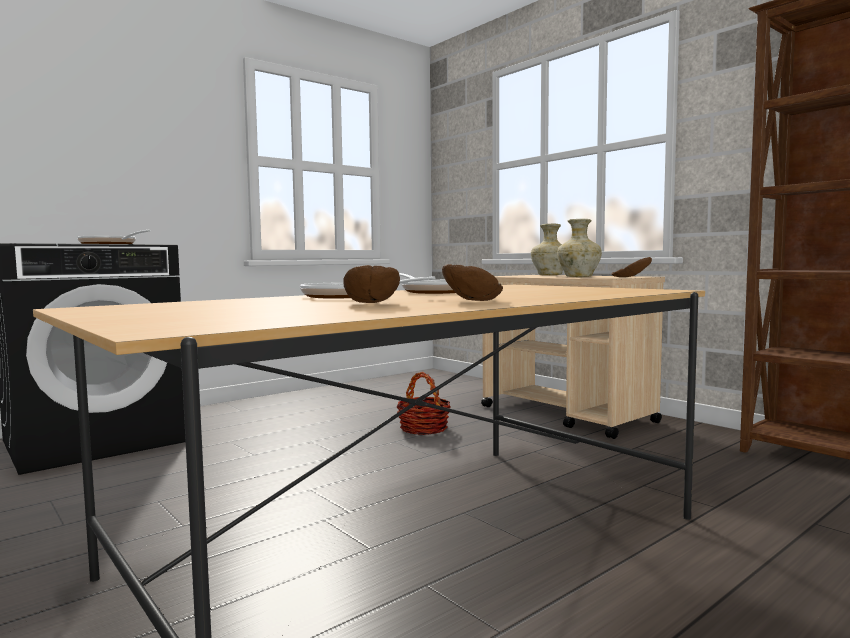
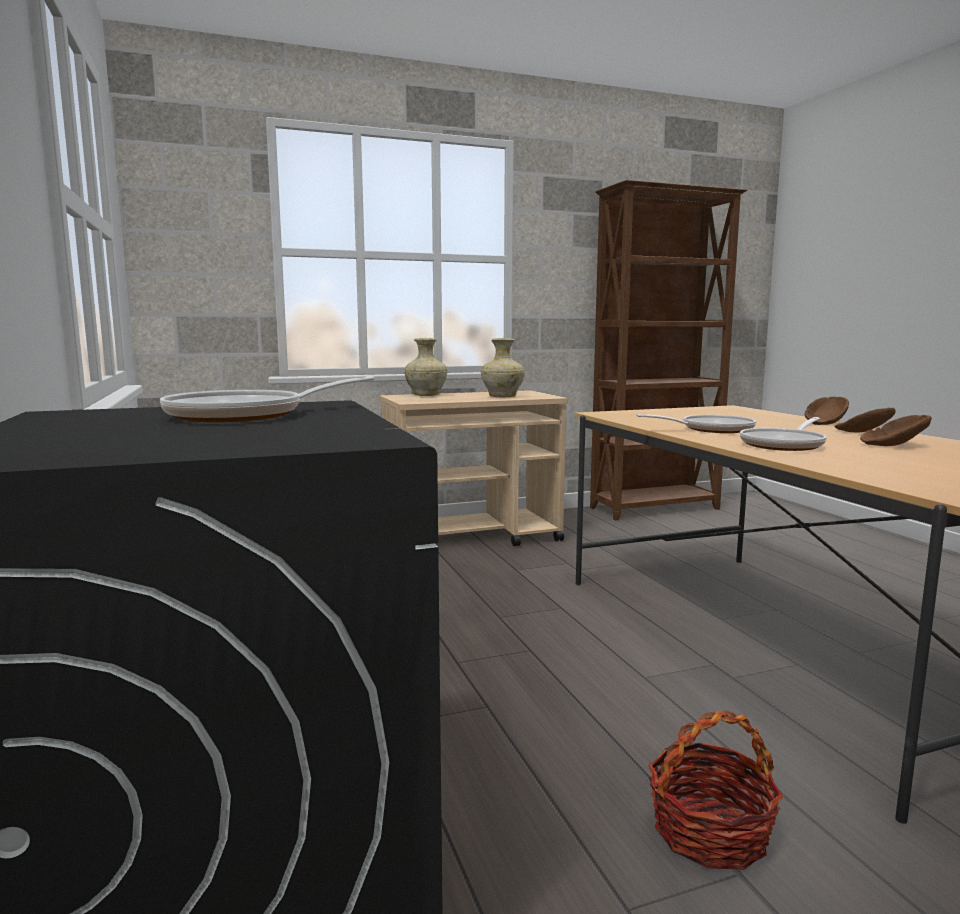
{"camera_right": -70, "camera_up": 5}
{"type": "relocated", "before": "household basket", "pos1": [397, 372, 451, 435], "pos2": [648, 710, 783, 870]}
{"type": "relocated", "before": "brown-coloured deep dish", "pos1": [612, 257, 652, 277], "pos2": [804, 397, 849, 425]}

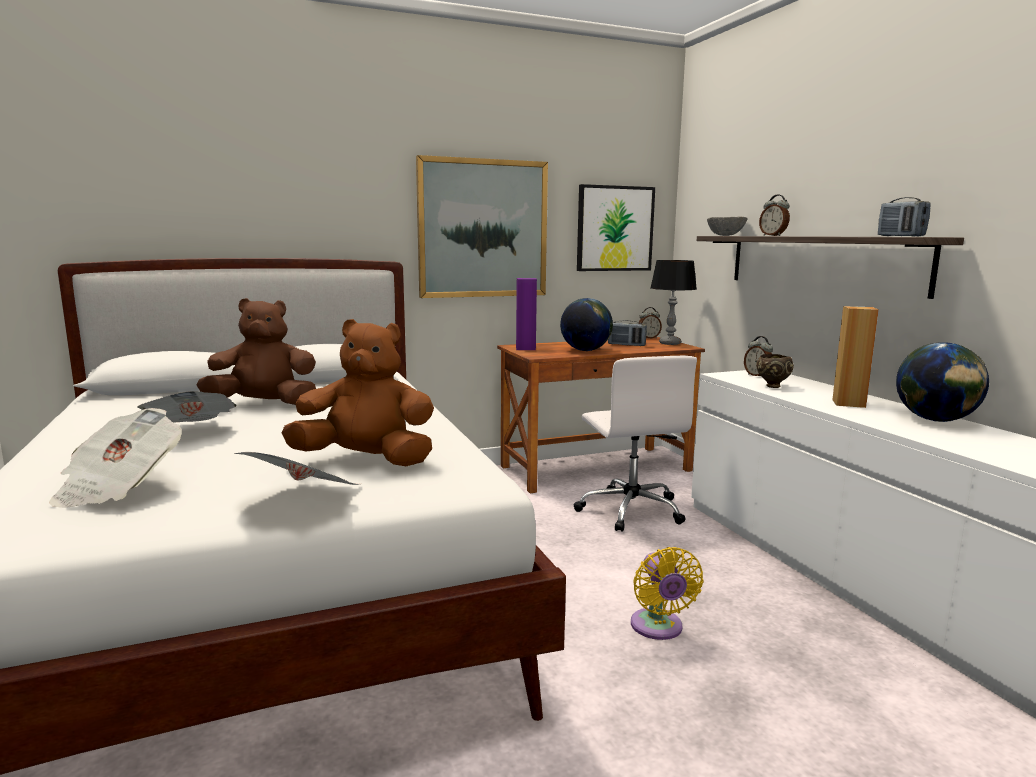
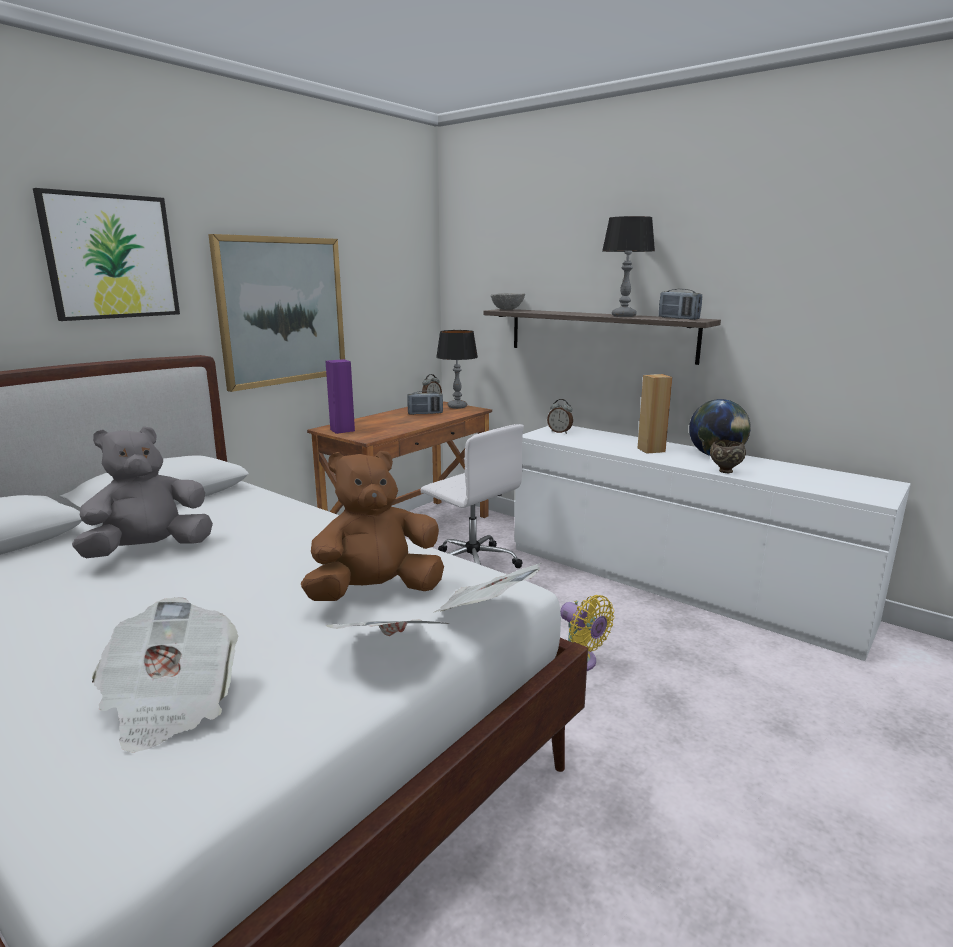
{"camera_right": -30, "camera_up": 5}
{"type": "relocated", "before": "picture", "pos1": [577, 184, 655, 271], "pos2": [33, 188, 180, 321]}
{"type": "colour", "before": "brown-coloured plush toy", "after": "grey plush toy", "pos1": [197, 298, 316, 405], "pos2": [72, 427, 213, 558]}
{"type": "relocated", "before": "newspaper", "pos1": [137, 391, 237, 423], "pos2": [433, 563, 542, 613]}
{"type": "appeared", "after": "lamp for a table", "pos2": [602, 216, 655, 317]}
{"type": "relocated", "before": "brown-coloured deep dish", "pos1": [756, 354, 794, 388], "pos2": [710, 439, 746, 473]}
{"type": "missing", "before": "world globe", "pos1": [560, 298, 613, 351]}
{"type": "missing", "before": "bedside clock", "pos1": [759, 194, 790, 236]}

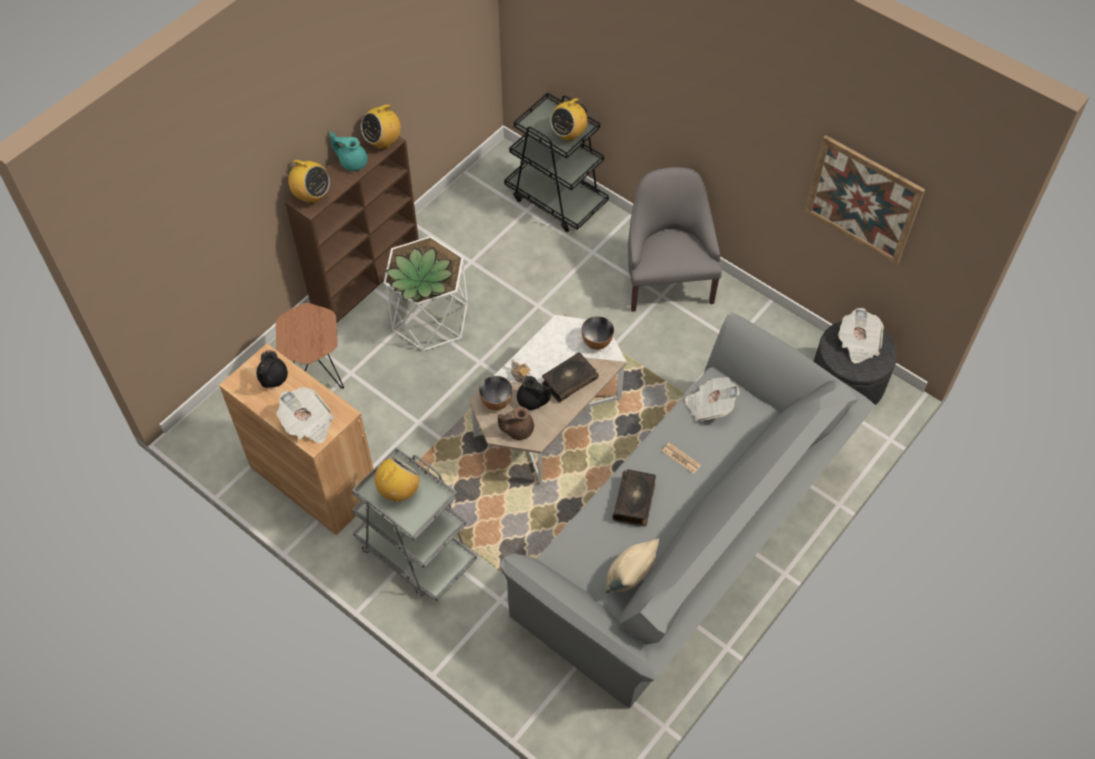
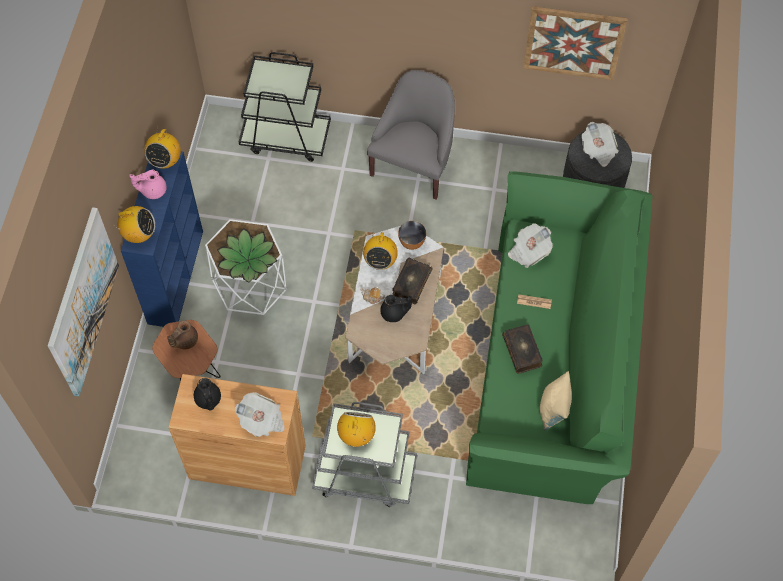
{"camera_right": -30, "camera_up": 5}
{"type": "appeared", "after": "picture", "pos2": [48, 207, 119, 397]}
{"type": "colour", "before": "brown-coloured bookshelf", "after": "bluish bookshelf", "pos1": [285, 136, 419, 322], "pos2": [121, 151, 203, 327]}
{"type": "colour", "before": "turquoise tea pot", "after": "pink-coloured tea pot", "pos1": [329, 132, 368, 171], "pos2": [129, 170, 167, 199]}
{"type": "relocated", "before": "brown-coloured tea pot", "pos1": [498, 406, 534, 440], "pos2": [167, 321, 198, 349]}
{"type": "relocated", "before": "radio receiver", "pos1": [550, 97, 588, 141], "pos2": [363, 229, 398, 270]}
{"type": "spun", "before": "grey armchair", "pos1": [628, 167, 722, 312], "pos2": [367, 70, 455, 200], "turn": 60}
{"type": "colour", "before": "grey couch", "after": "greenish couch", "pos1": [499, 312, 876, 708], "pos2": [466, 171, 652, 504]}
{"type": "missing", "before": "deep dish", "pos1": [479, 376, 513, 410]}

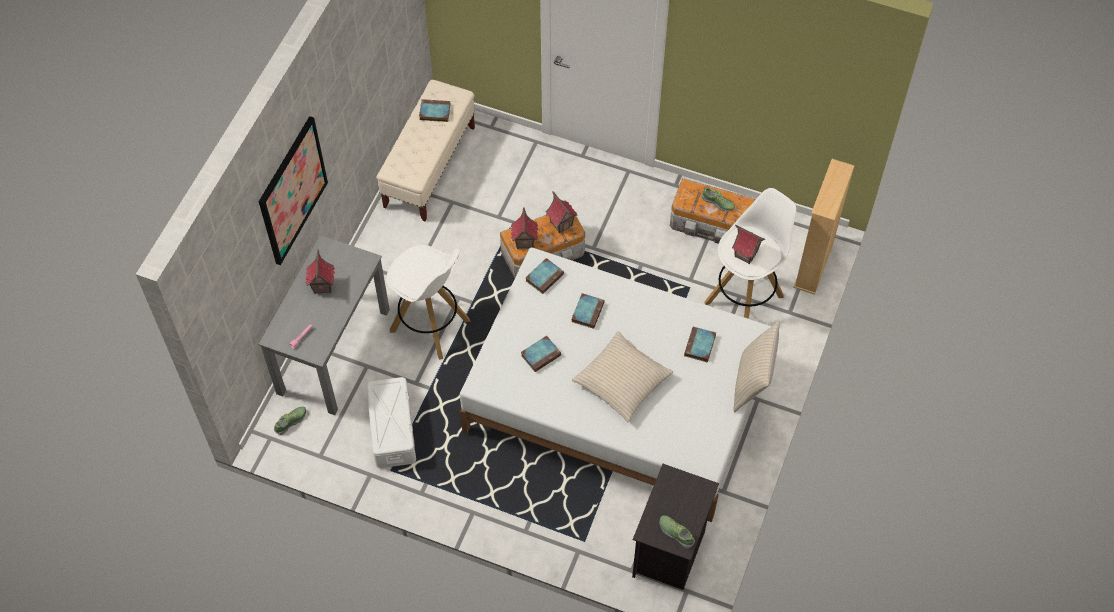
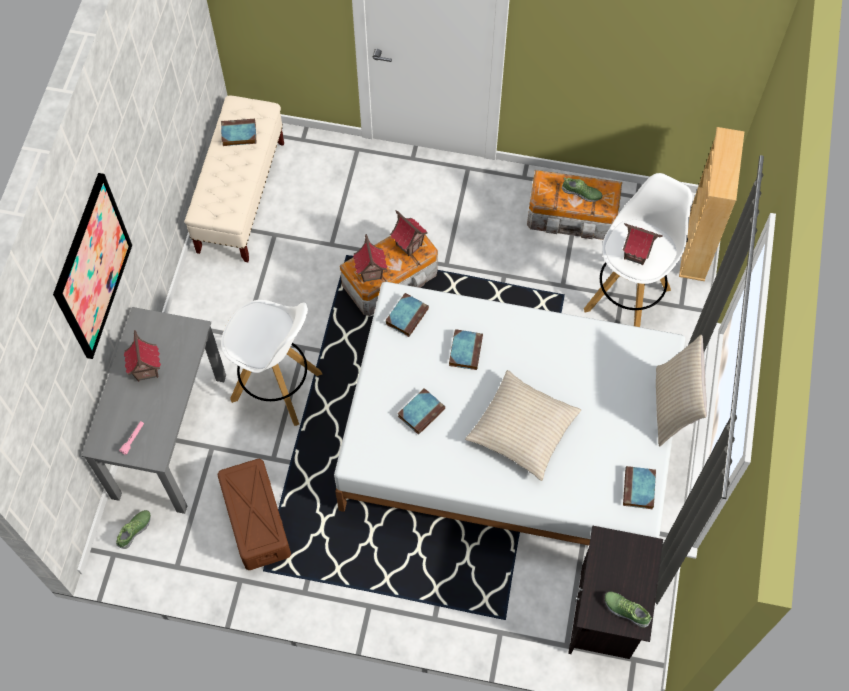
{"camera_right": -10, "camera_up": 5}
{"type": "colour", "before": "white-coloured storage bin", "after": "brown-coloured storage bin", "pos1": [366, 377, 416, 468], "pos2": [218, 459, 291, 570]}
{"type": "relocated", "before": "volume", "pos1": [684, 327, 716, 362], "pos2": [623, 466, 656, 509]}

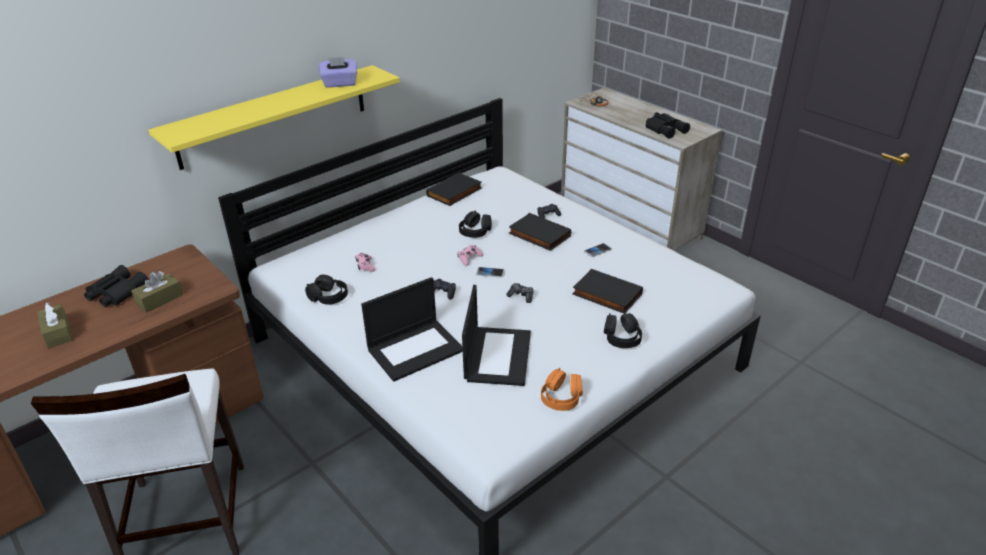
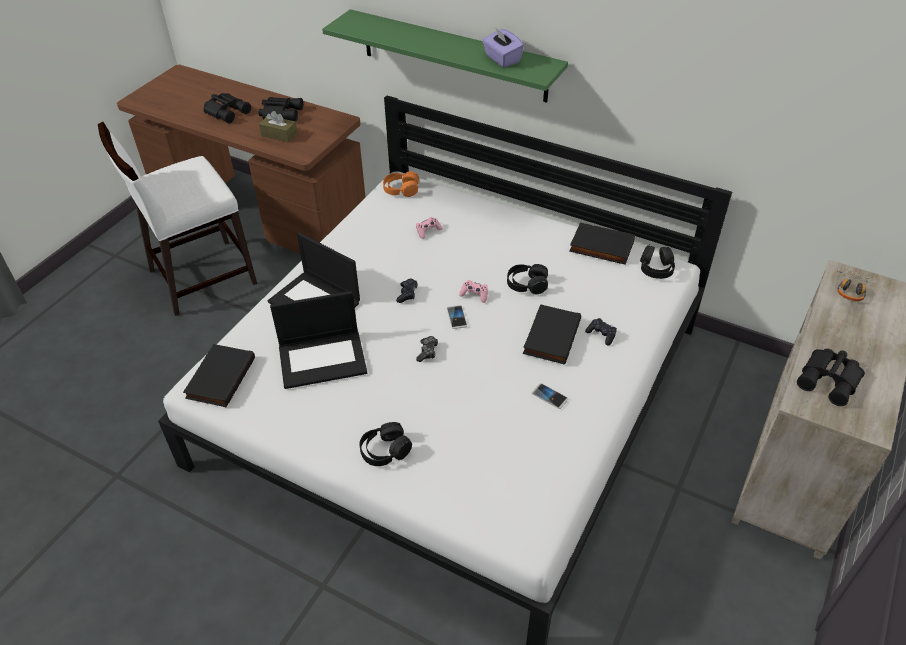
{"camera_right": 70, "camera_up": 10}
{"type": "relocated", "before": "black volume", "pos1": [573, 269, 643, 314], "pos2": [183, 344, 255, 407]}
{"type": "exchanged", "before": "brown-coloured tissue box", "after": "black binoculars", "pos1": [37, 303, 73, 348], "pos2": [203, 93, 251, 123]}
{"type": "colour", "before": "yellow shelf", "after": "greenish shelf", "pos1": [149, 65, 400, 170], "pos2": [322, 9, 568, 103]}
{"type": "relocated", "before": "orange-coloured headphones", "pos1": [541, 368, 583, 411], "pos2": [383, 171, 419, 197]}
{"type": "relocated", "before": "black headphones", "pos1": [305, 275, 348, 305], "pos2": [640, 244, 675, 279]}

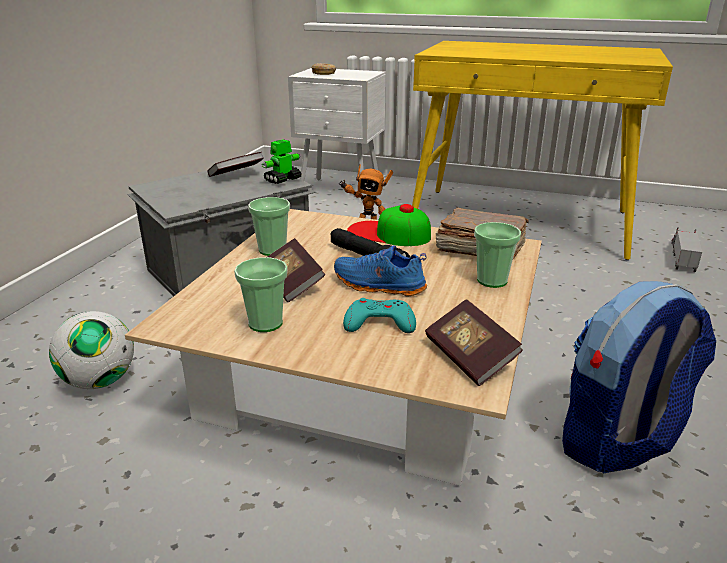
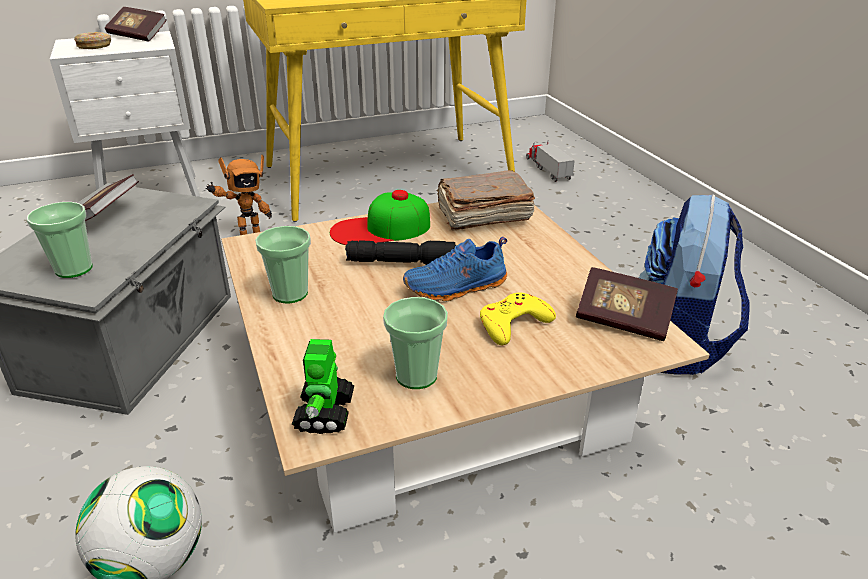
{"camera_right": -40, "camera_up": 5}
{"type": "relocated", "before": "drinking cup", "pos1": [474, 222, 521, 288], "pos2": [27, 202, 93, 278]}
{"type": "relocated", "before": "volume", "pos1": [267, 238, 325, 302], "pos2": [105, 7, 167, 42]}
{"type": "relocated", "before": "toy robot", "pos1": [262, 139, 302, 184], "pos2": [292, 339, 354, 434]}
{"type": "colour", "before": "turquoise joypad", "after": "yellow joypad", "pos1": [343, 298, 416, 333], "pos2": [480, 292, 556, 345]}

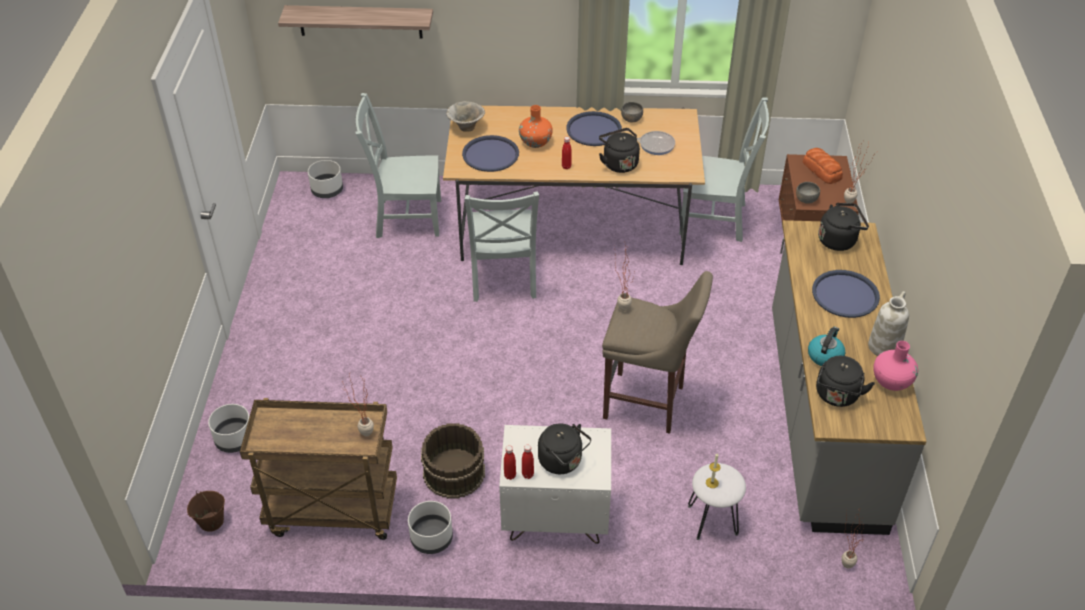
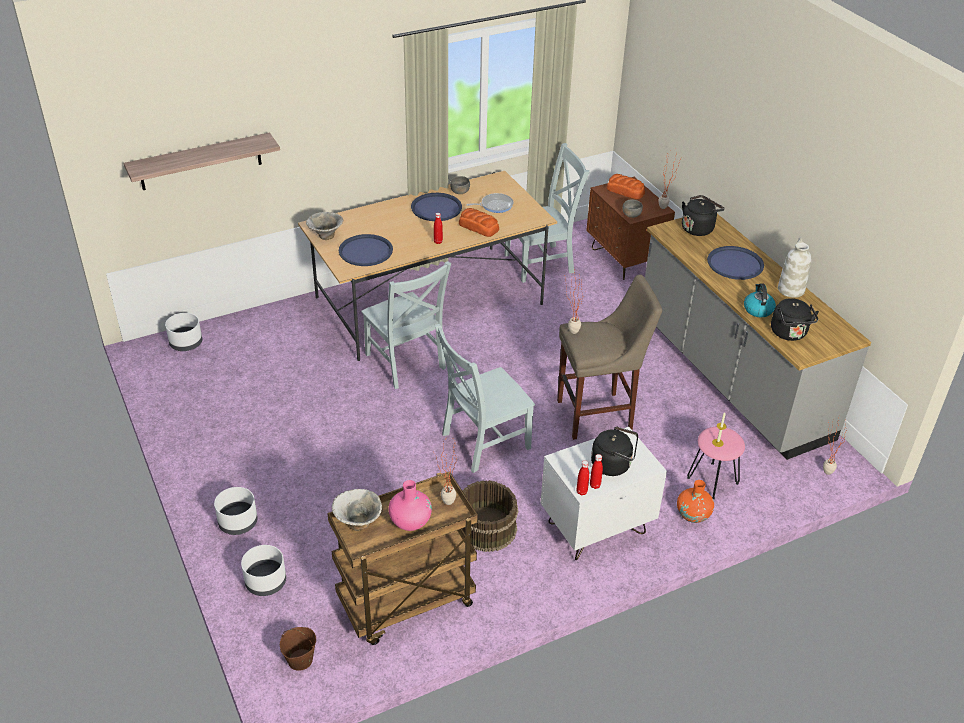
{"camera_right": -30, "camera_up": -5}
{"type": "relocated", "before": "white-coloured flower pot", "pos1": [408, 501, 453, 554], "pos2": [214, 487, 258, 535]}
{"type": "appeared", "after": "deep dish", "pos2": [332, 489, 383, 531]}
{"type": "relocated", "before": "pink-coloured flower vase", "pos1": [873, 341, 918, 391], "pos2": [388, 480, 432, 531]}
{"type": "relocated", "before": "grey upright chair", "pos1": [355, 93, 441, 238], "pos2": [435, 324, 535, 473]}
{"type": "exchanged", "before": "black tea kettle", "after": "bakery bread", "pos1": [599, 128, 640, 173], "pos2": [459, 208, 499, 237]}
{"type": "relocated", "before": "orange-coloured flower vase", "pos1": [519, 105, 553, 148], "pos2": [677, 480, 714, 523]}
{"type": "colour", "before": "white-coloured sitting stool", "after": "pink-coloured sitting stool", "pos1": [688, 463, 746, 540], "pos2": [687, 426, 745, 499]}

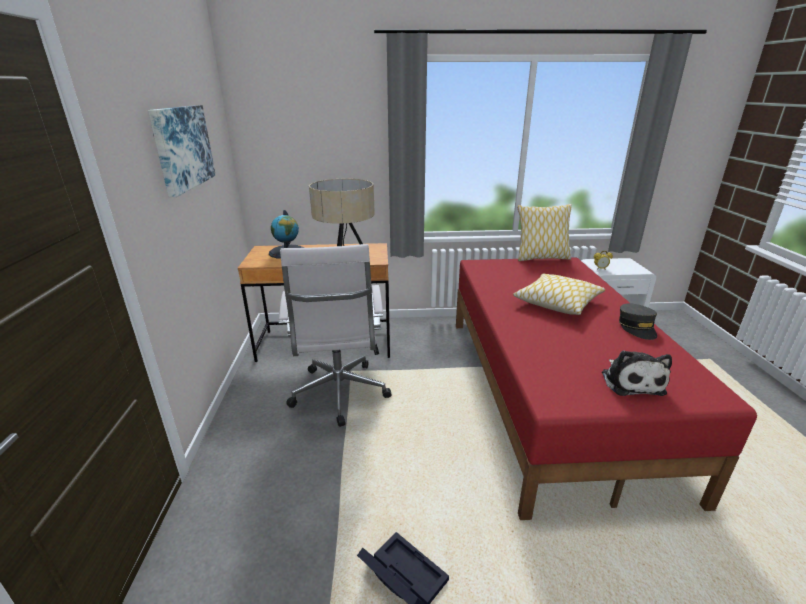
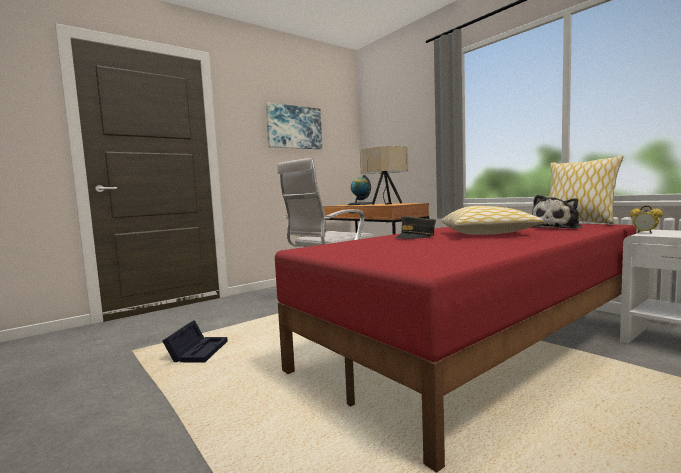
{"camera_right": 55, "camera_up": -20}
{"type": "relocated", "before": "grey cap", "pos1": [619, 303, 657, 340], "pos2": [395, 216, 436, 239]}
{"type": "relocated", "before": "plush toy", "pos1": [602, 350, 672, 396], "pos2": [532, 195, 582, 229]}

